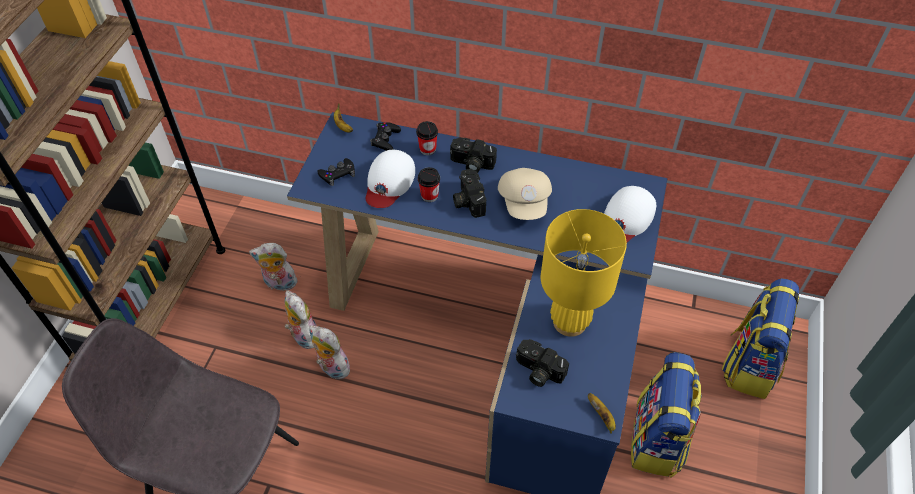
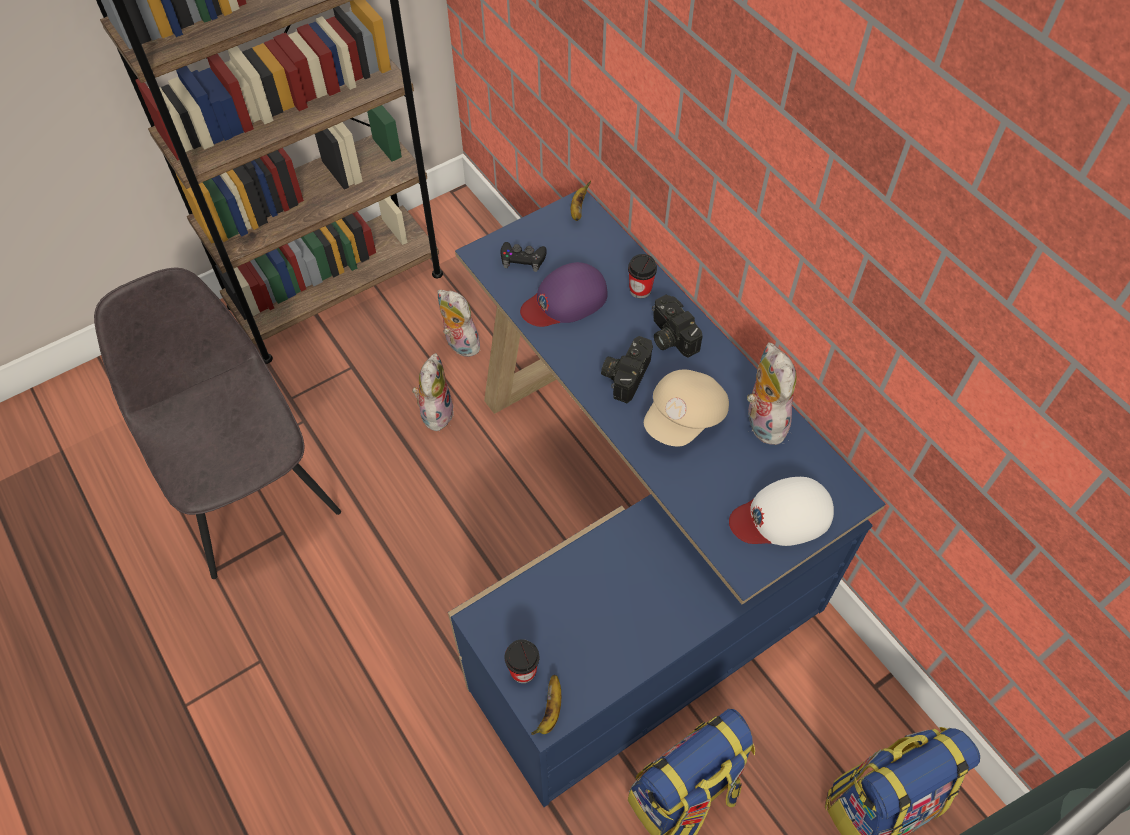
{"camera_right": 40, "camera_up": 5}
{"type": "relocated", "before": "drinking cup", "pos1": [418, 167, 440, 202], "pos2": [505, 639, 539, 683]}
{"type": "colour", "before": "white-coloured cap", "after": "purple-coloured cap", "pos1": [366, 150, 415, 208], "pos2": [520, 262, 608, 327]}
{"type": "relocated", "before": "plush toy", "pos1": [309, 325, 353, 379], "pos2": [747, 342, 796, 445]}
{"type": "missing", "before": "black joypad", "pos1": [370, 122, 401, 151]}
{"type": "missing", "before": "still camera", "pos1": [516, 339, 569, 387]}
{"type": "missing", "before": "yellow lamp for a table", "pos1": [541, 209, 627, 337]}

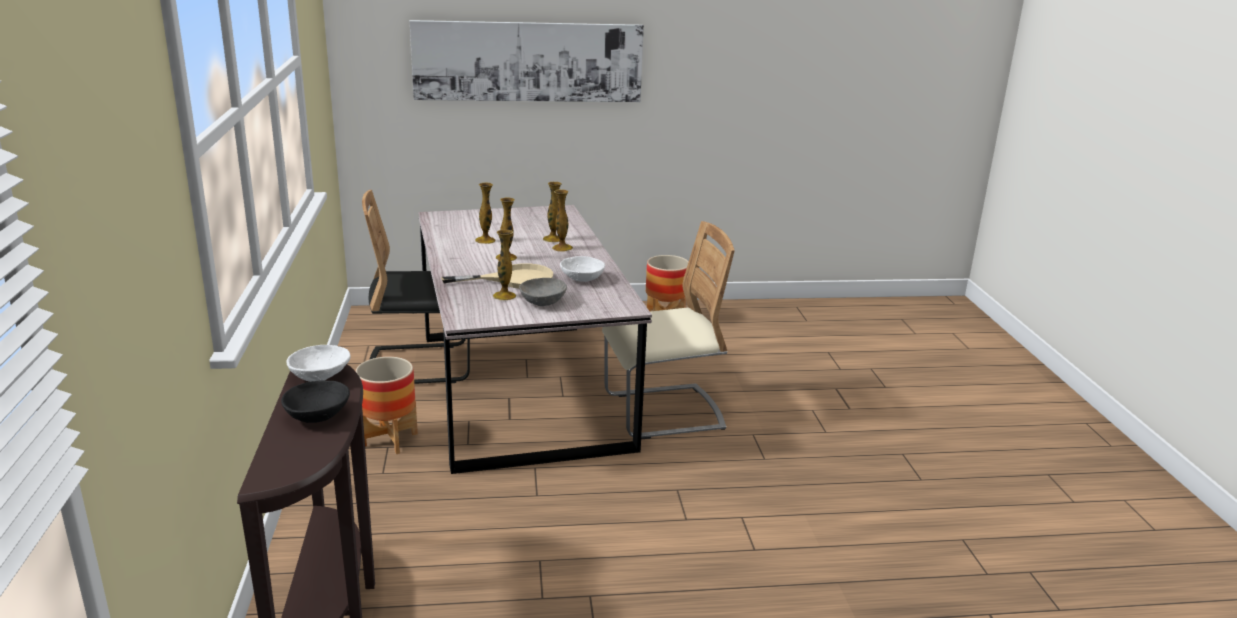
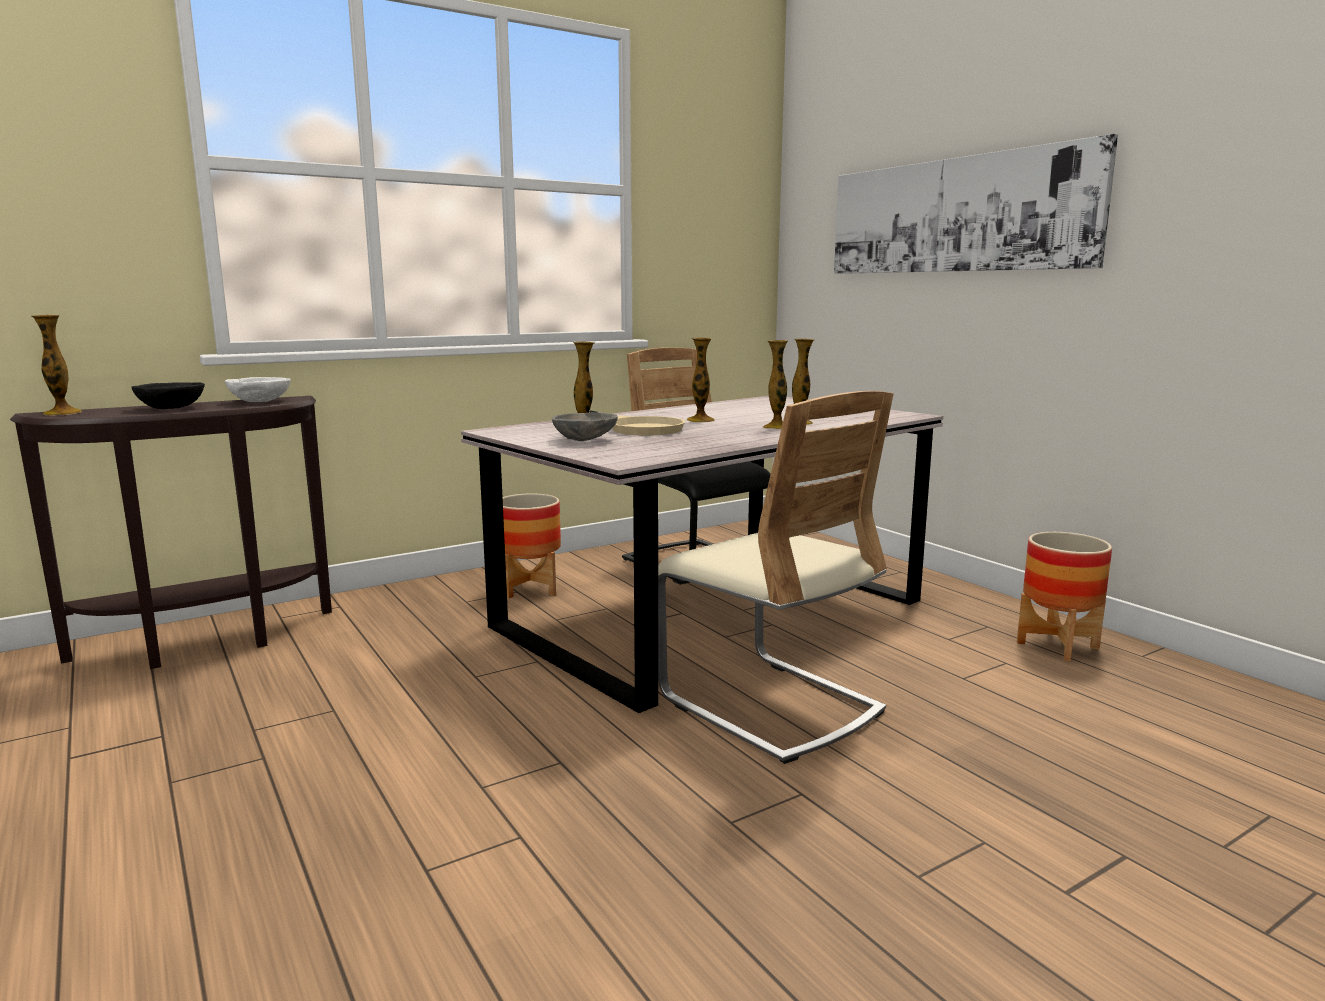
{"camera_right": 65, "camera_up": -10}
{"type": "relocated", "before": "flower vase", "pos1": [475, 183, 496, 244], "pos2": [31, 315, 82, 416]}
{"type": "missing", "before": "white-coloured deep dish", "pos1": [560, 256, 605, 282]}

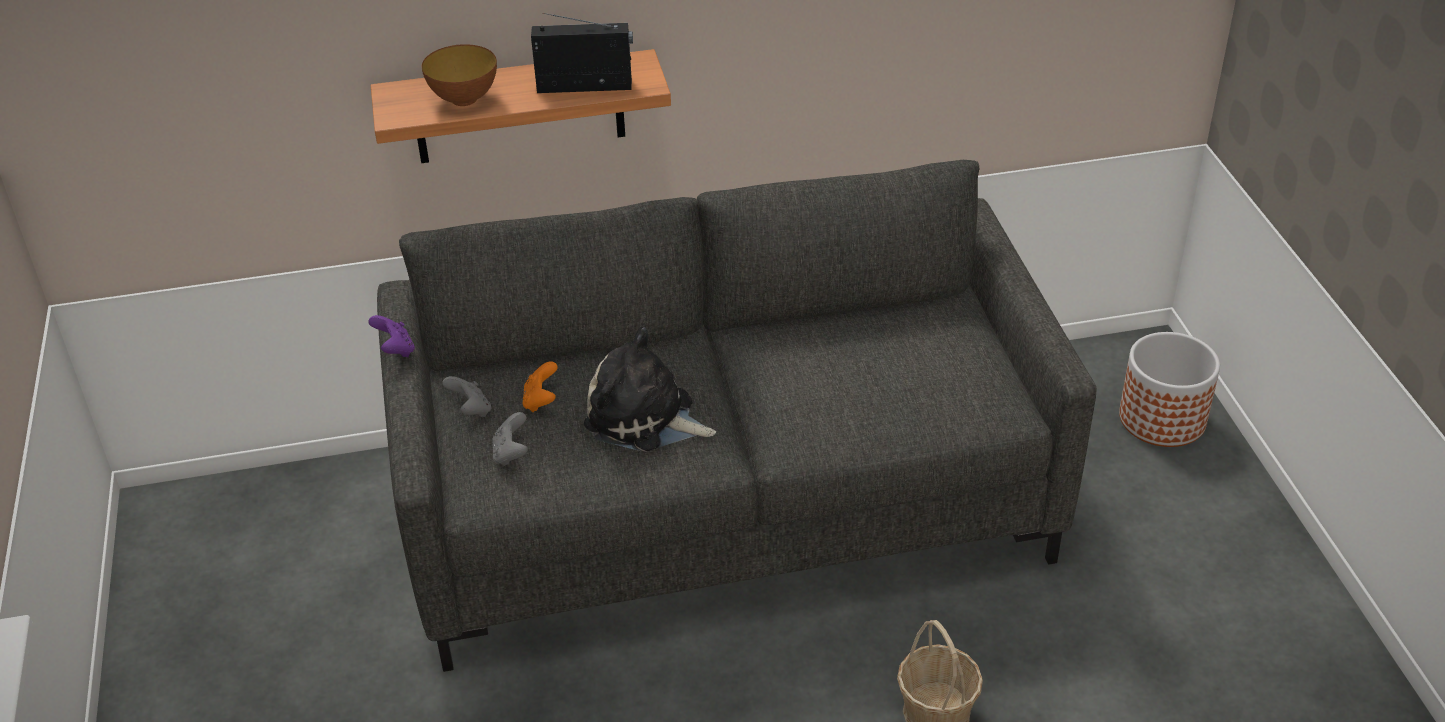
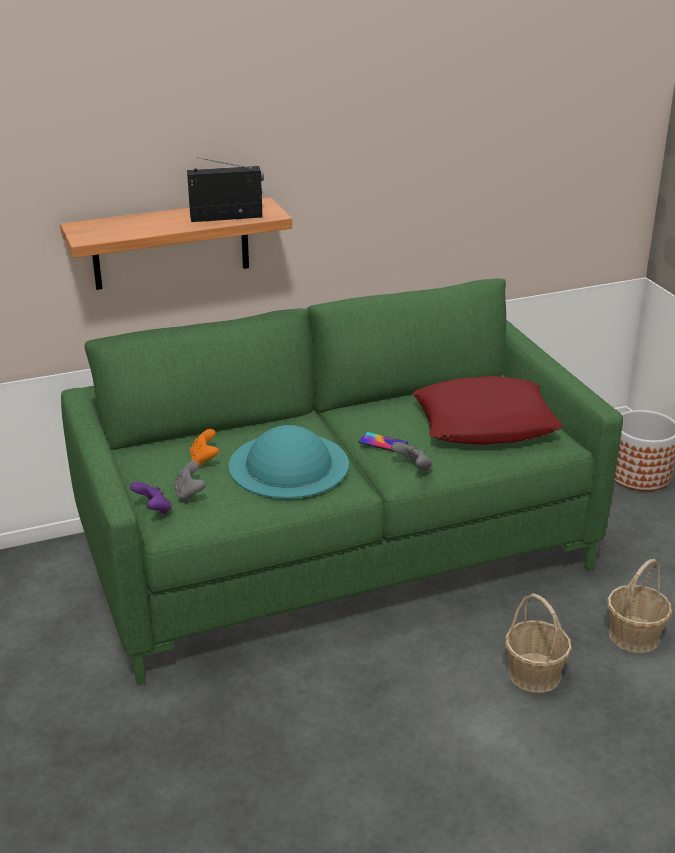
{"camera_right": -10, "camera_up": -10}
{"type": "colour", "before": "grey couch", "after": "greenish couch", "pos1": [377, 160, 1097, 672], "pos2": [61, 278, 623, 685]}
{"type": "relocated", "before": "purple-coloured joypad", "pos1": [369, 315, 415, 357], "pos2": [130, 482, 172, 514]}
{"type": "exchanged", "before": "plush toy", "after": "turquoise hat", "pos1": [584, 327, 716, 452], "pos2": [229, 425, 349, 499]}
{"type": "appeared", "after": "handset", "pos2": [359, 432, 408, 451]}
{"type": "relocated", "before": "grey joypad", "pos1": [442, 376, 492, 417], "pos2": [391, 442, 432, 471]}
{"type": "appeared", "after": "red pillow", "pos2": [413, 376, 563, 445]}
{"type": "appeared", "after": "household basket", "pos2": [607, 559, 672, 653]}
{"type": "missing", "before": "deep dish", "pos1": [422, 44, 497, 106]}

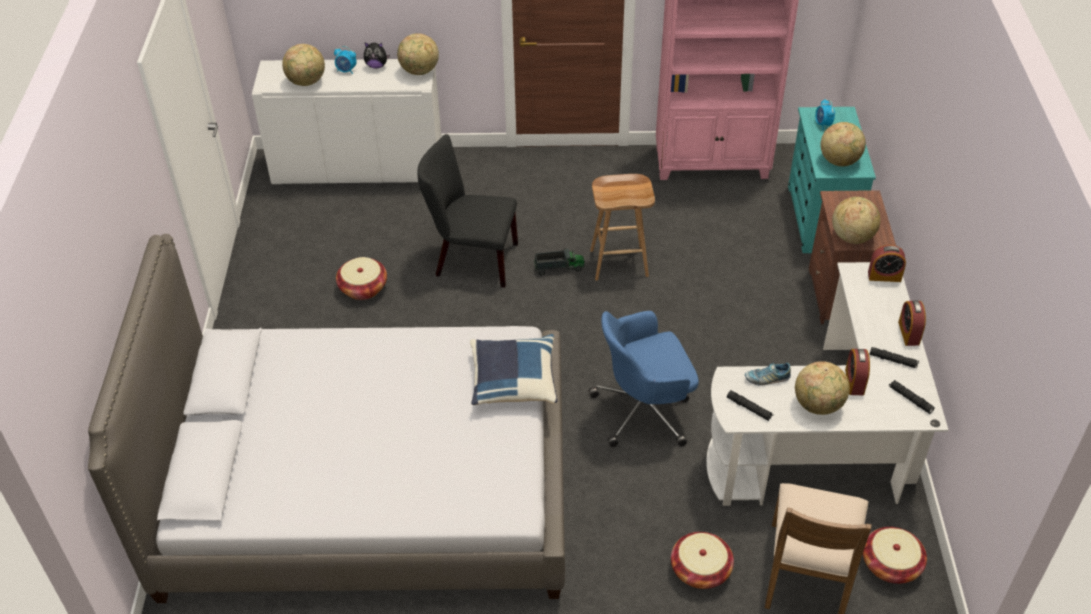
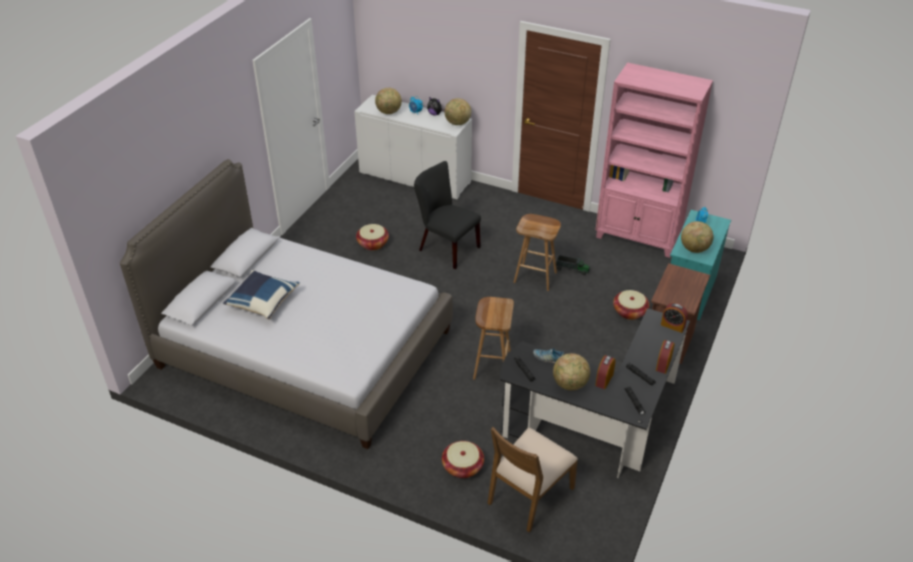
{"camera_right": 25, "camera_up": -5}
{"type": "relocated", "before": "bluish pillow", "pos1": [470, 334, 558, 405], "pos2": [223, 270, 300, 319]}
{"type": "exchanged", "before": "bluish office chair", "after": "brown-coloured sitting stool", "pos1": [589, 311, 699, 447], "pos2": [473, 297, 514, 380]}
{"type": "colour", "before": "white-coloured desk", "after": "black desk", "pos1": [706, 262, 948, 506], "pos2": [500, 308, 690, 478]}
{"type": "relocated", "before": "model truck", "pos1": [534, 248, 585, 275], "pos2": [556, 255, 590, 275]}
{"type": "relocated", "before": "household basket", "pos1": [863, 527, 927, 584], "pos2": [613, 290, 650, 320]}
{"type": "missing", "before": "world globe", "pos1": [832, 197, 881, 244]}

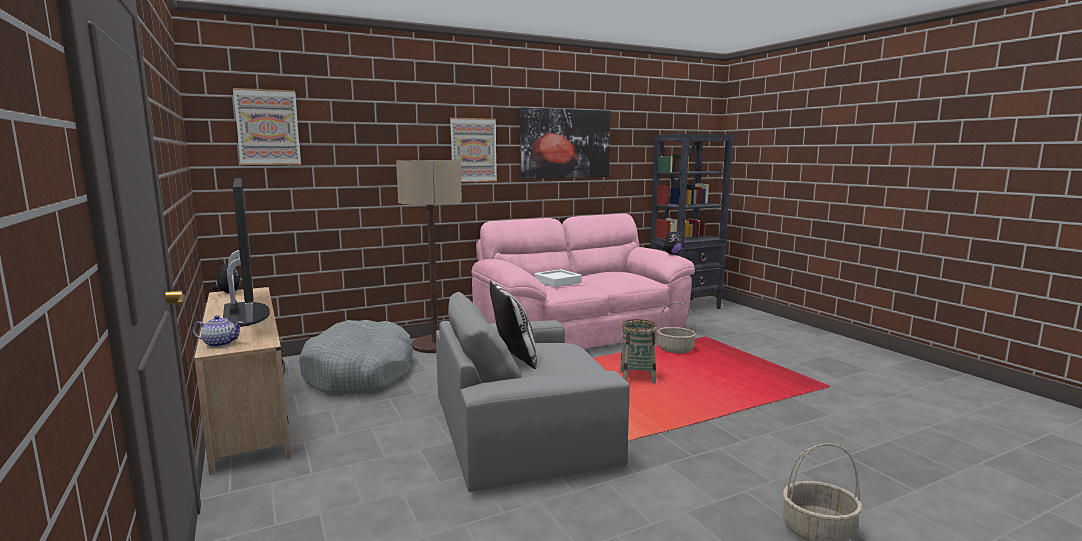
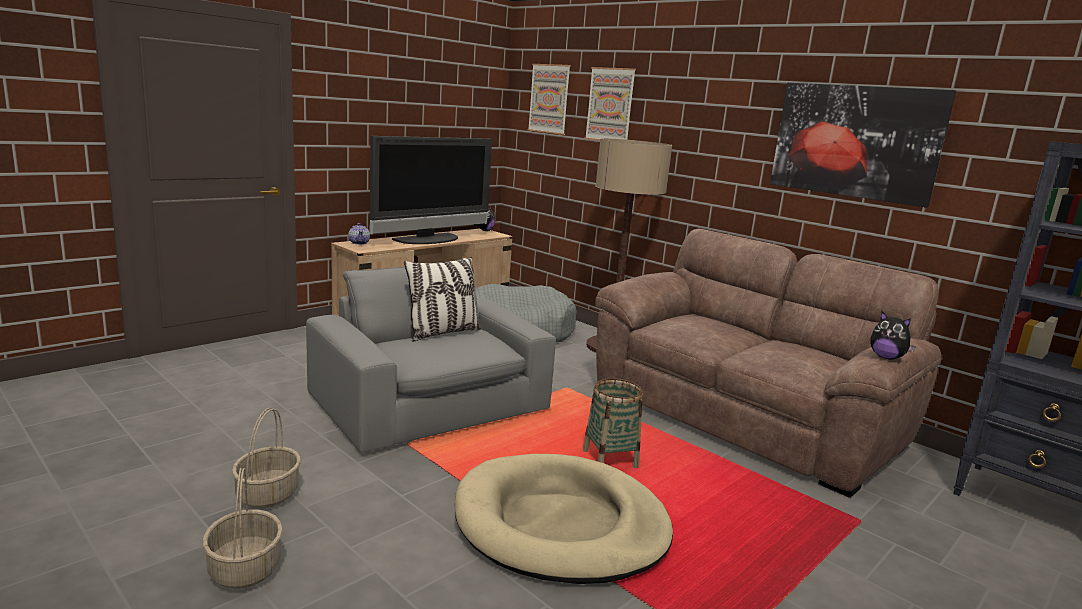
{"camera_right": 70, "camera_up": 5}
{"type": "relocated", "before": "household basket", "pos1": [657, 302, 696, 353], "pos2": [232, 408, 301, 508]}
{"type": "appeared", "after": "sand-coloured dog cushion", "pos2": [455, 454, 673, 584]}
{"type": "relocated", "before": "picture", "pos1": [450, 117, 497, 182], "pos2": [585, 67, 636, 141]}
{"type": "colour", "before": "pink-coloured couch", "after": "brown-coloured couch", "pos1": [471, 214, 695, 349], "pos2": [595, 229, 941, 498]}
{"type": "missing", "before": "white-coloured tray", "pos1": [534, 269, 582, 287]}

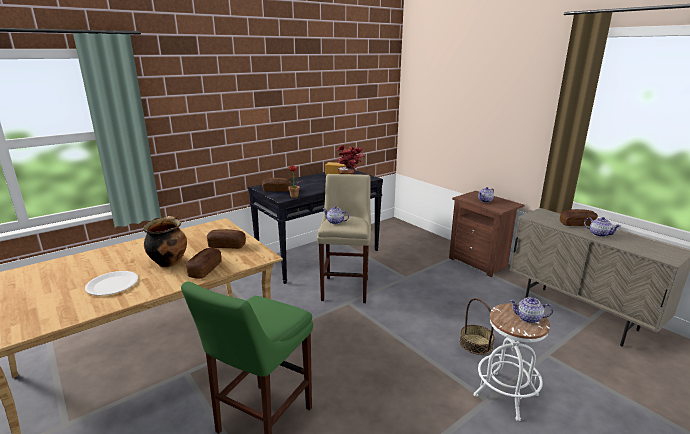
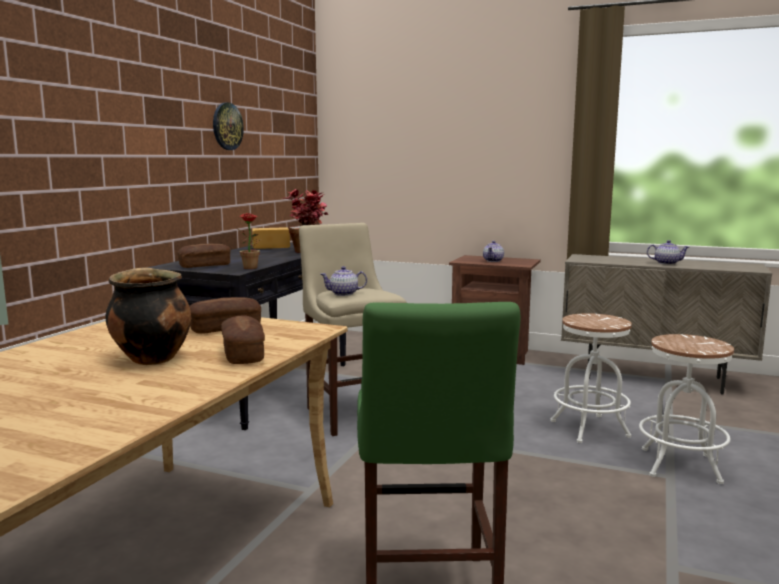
{"camera_right": -30, "camera_up": -10}
{"type": "appeared", "after": "hanging clock", "pos2": [213, 102, 244, 150]}
{"type": "exchanged", "before": "household basket", "after": "white-coloured sitting stool", "pos1": [459, 298, 495, 355], "pos2": [550, 313, 632, 443]}
{"type": "missing", "before": "white-coloured plate", "pos1": [85, 271, 138, 296]}
{"type": "missing", "before": "tea pot", "pos1": [510, 297, 553, 323]}
{"type": "missing", "before": "bakery bread", "pos1": [560, 209, 598, 226]}

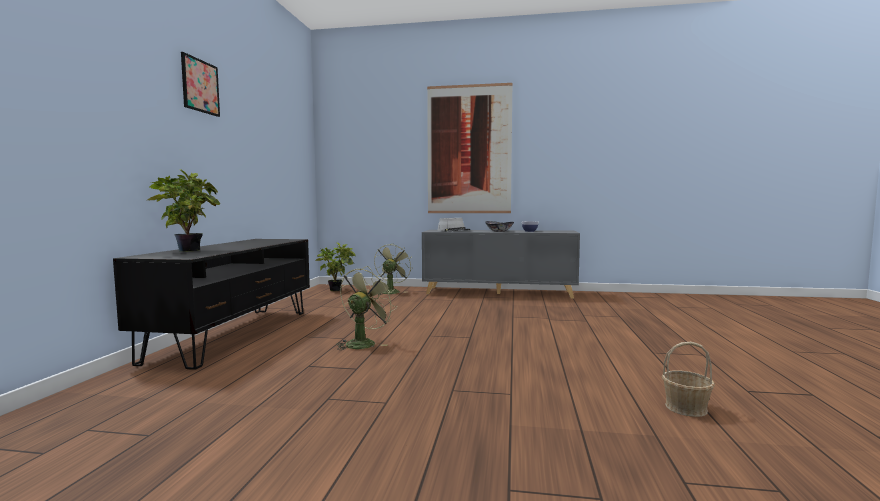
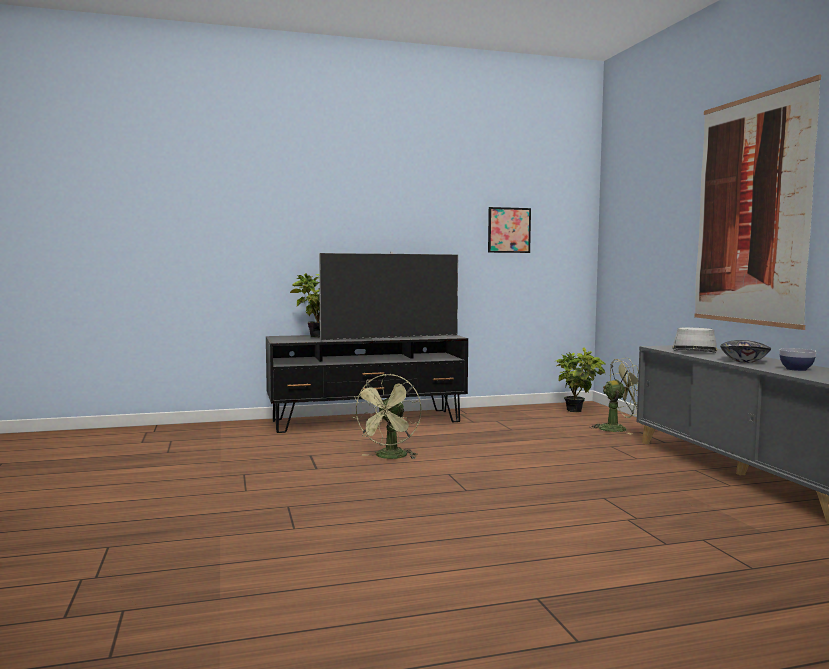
{"camera_right": 65, "camera_up": 0}
{"type": "appeared", "after": "television", "pos2": [319, 252, 458, 341]}
{"type": "spun", "before": "greenish fan", "pos1": [337, 266, 397, 350], "pos2": [352, 374, 421, 459], "turn": 105}
{"type": "relocated", "before": "picture", "pos1": [181, 52, 220, 117], "pos2": [488, 207, 531, 253]}
{"type": "missing", "before": "household basket", "pos1": [662, 342, 715, 417]}

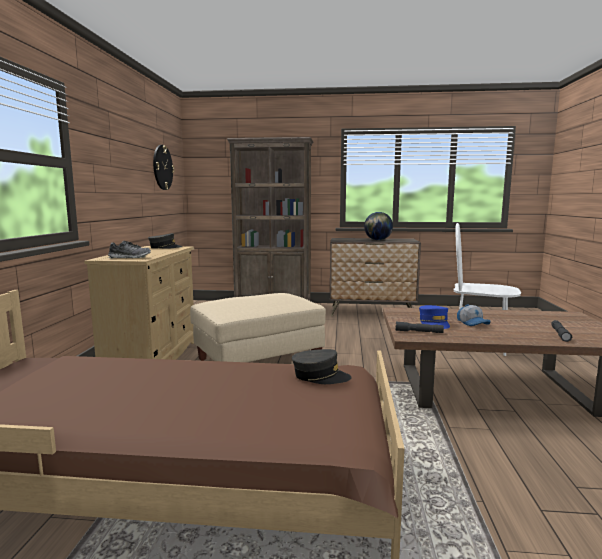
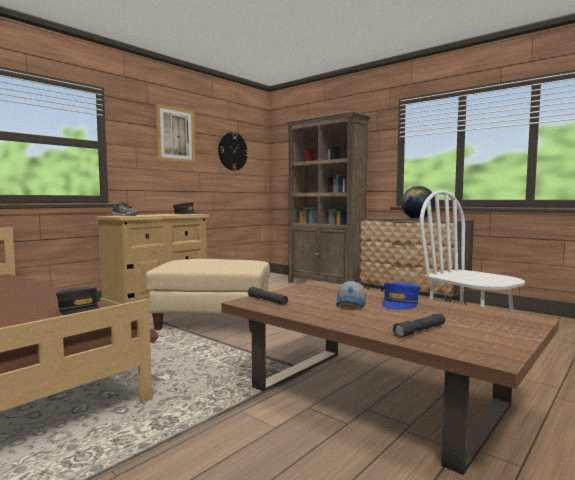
{"camera_right": 35, "camera_up": -5}
{"type": "appeared", "after": "picture", "pos2": [156, 104, 195, 163]}
{"type": "relocated", "before": "bluish cap", "pos1": [419, 305, 450, 329], "pos2": [382, 282, 420, 310]}

